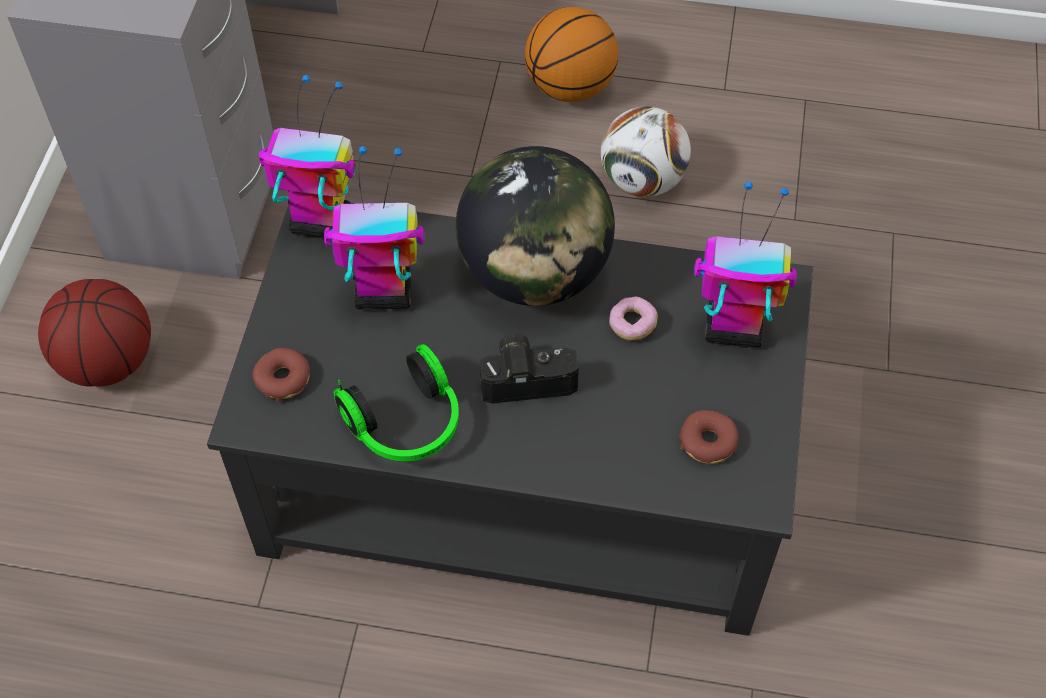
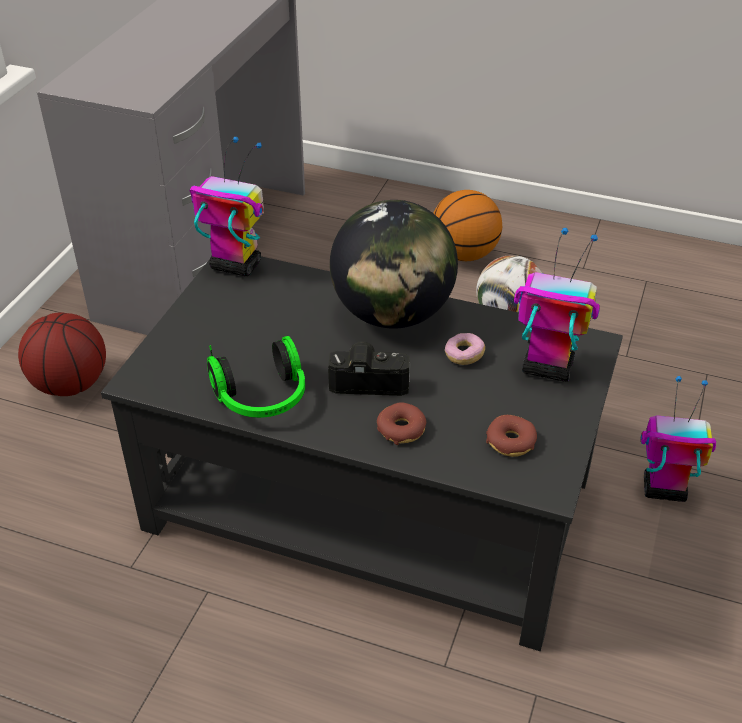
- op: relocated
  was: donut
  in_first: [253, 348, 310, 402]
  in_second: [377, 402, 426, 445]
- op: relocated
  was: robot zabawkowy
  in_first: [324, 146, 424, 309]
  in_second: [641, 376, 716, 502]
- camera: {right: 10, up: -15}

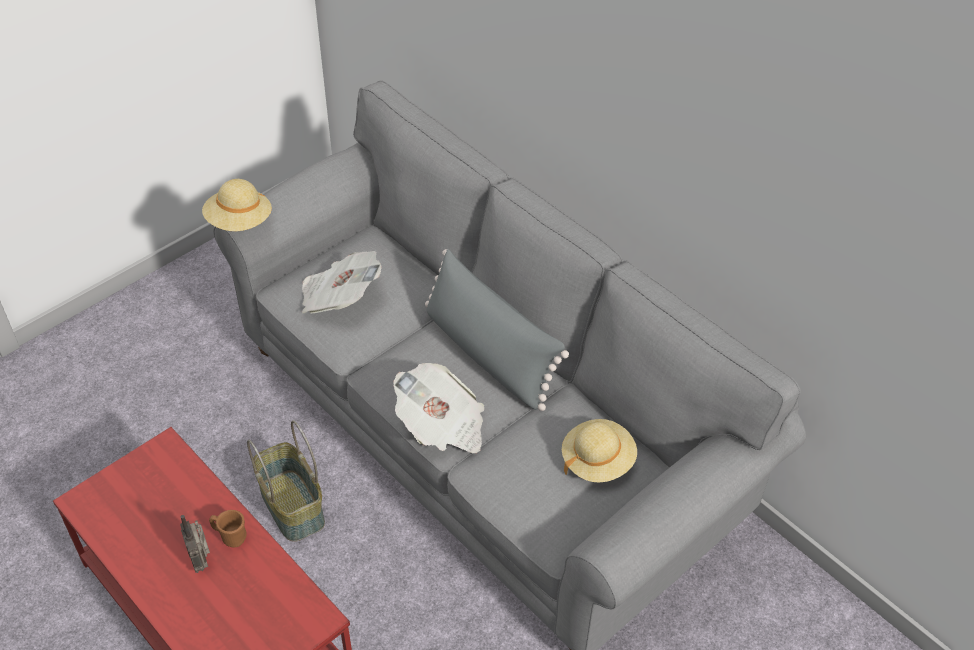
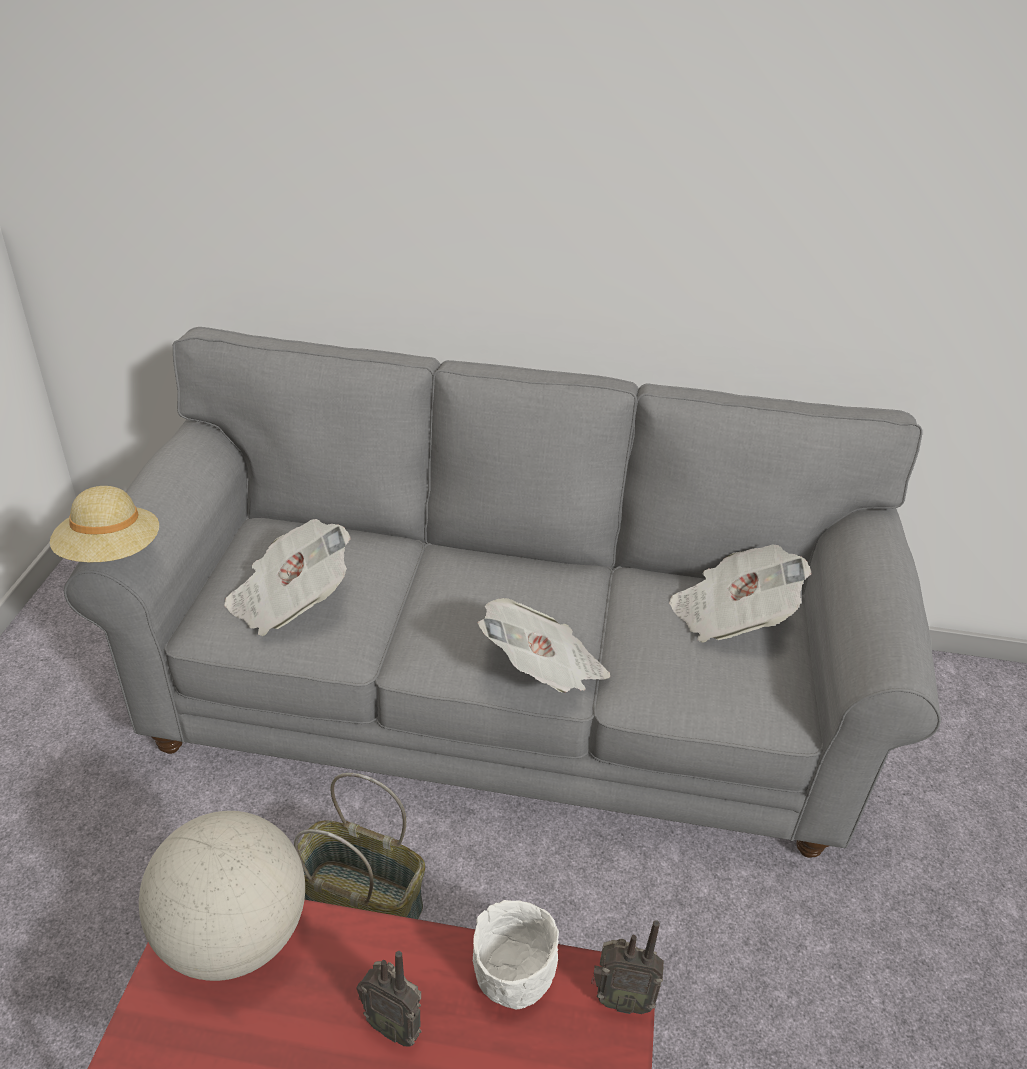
- op: appeared
  now: globus
  in_second: [139, 811, 305, 981]
- op: appeared
  now: miska [biały]
  in_second: [472, 900, 559, 1009]
- op: appeared
  now: radio
  in_second: [591, 920, 664, 1014]
- op: exchanged
  was: kapelusz [beżowy]
  now: gazeta
  in_first: [562, 419, 637, 482]
  in_second: [669, 545, 811, 643]
- op: missing
  was: kubek [brązowy]
  in_first: [209, 510, 247, 547]
- op: missing
  was: poduszka [szary]
  in_first: [425, 249, 569, 411]
- camera: {right: -40, up: -10}

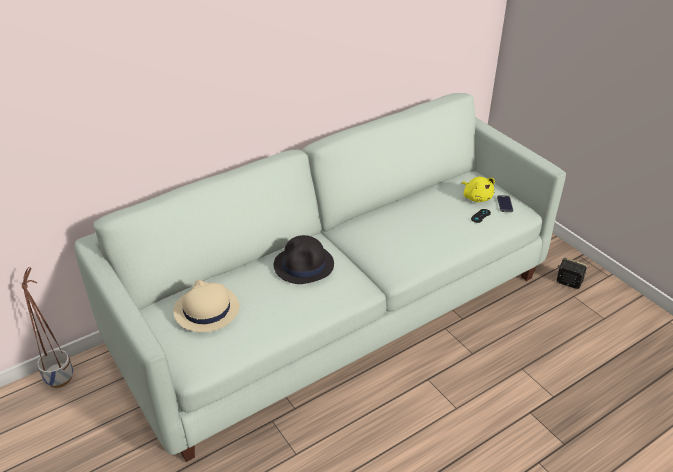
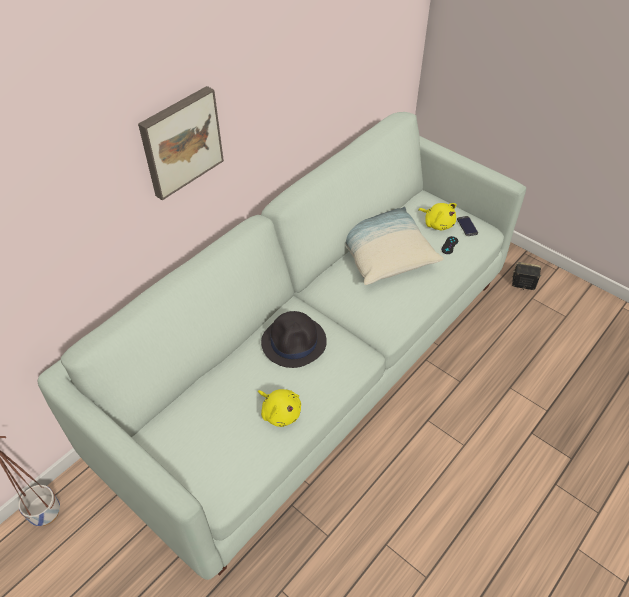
- op: appeared
  now: obraz
  in_second: [138, 86, 224, 200]
- op: appeared
  now: pluszak [żółty]
  in_second: [258, 389, 301, 427]
- op: appeared
  now: poduszka
  in_second: [346, 206, 444, 285]
- op: missing
  was: kapelusz [beżowy]
  in_first: [173, 280, 240, 332]
- camera: {right: -15, up: 10}

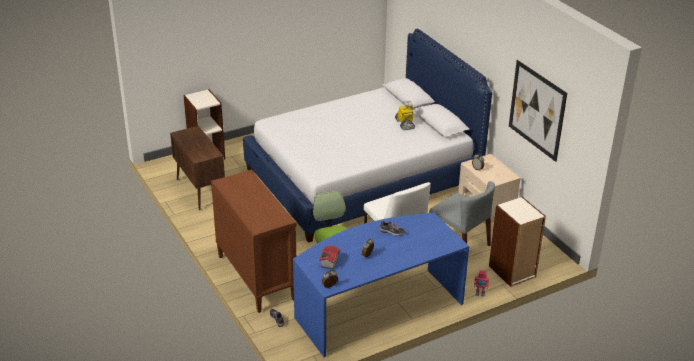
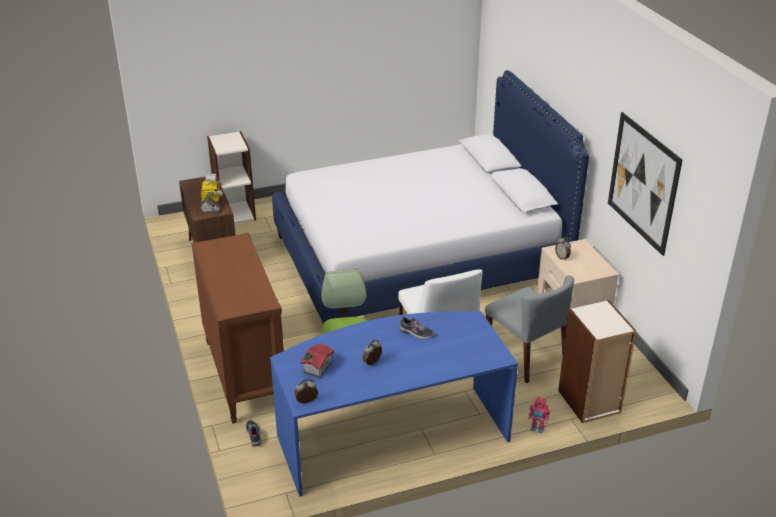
- op: relocated
  was: robot zabawkowy
  in_first: [395, 101, 418, 130]
  in_second: [200, 174, 223, 212]
- camera: {right: 10, up: 0}

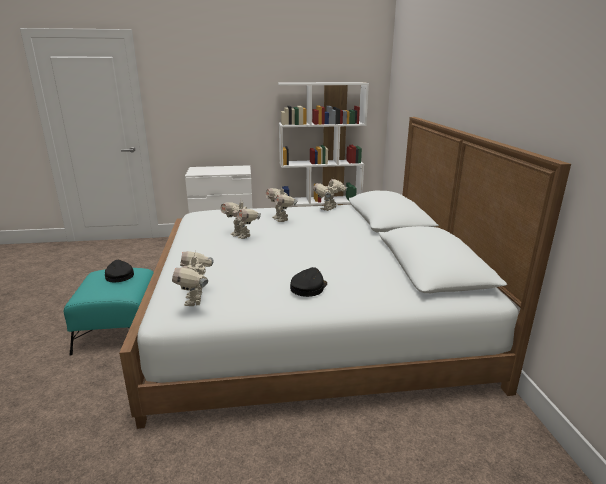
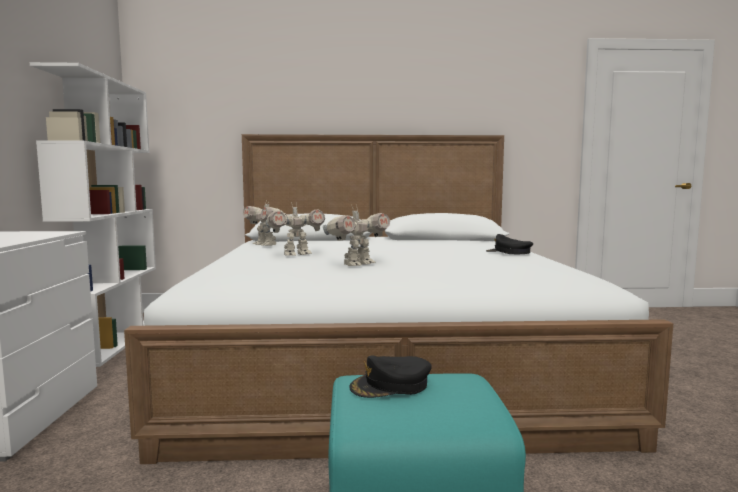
- op: missing
  was: robot zabawkowy
  in_first: [172, 251, 213, 306]
- camera: {right: -85, up: -15}

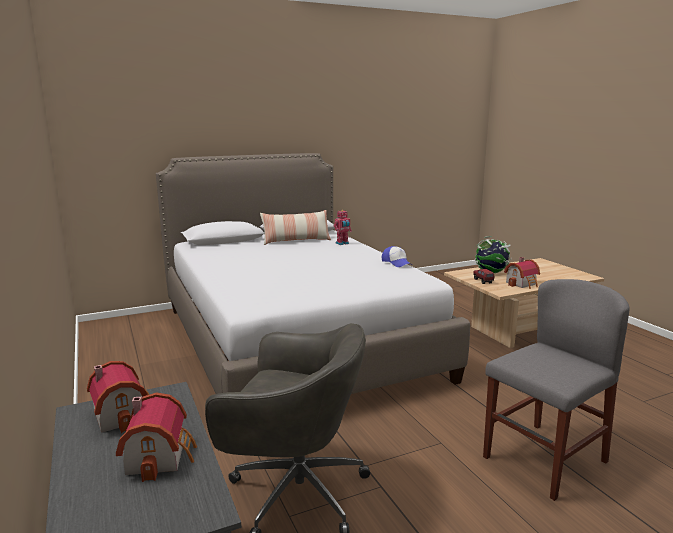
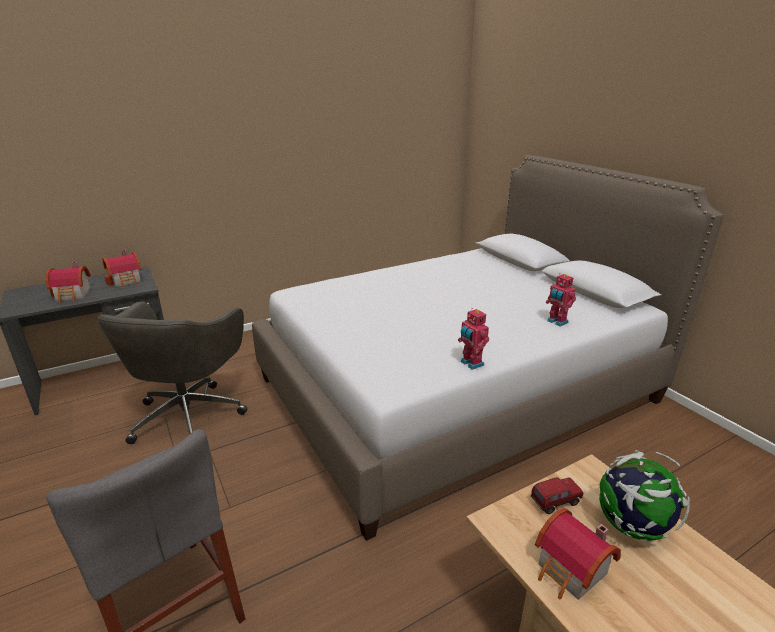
- op: exchanged
  was: czapka z daszkiem
  now: robot zabawkowy
  in_first: [382, 246, 412, 267]
  in_second: [458, 308, 489, 370]
- op: missing
  was: poduszka
  in_first: [260, 210, 331, 245]
- camera: {right: 85, up: 10}

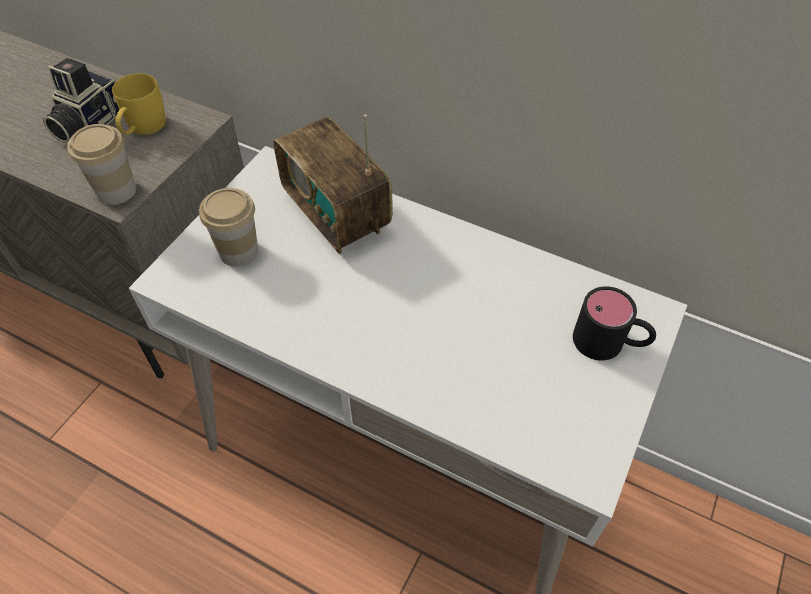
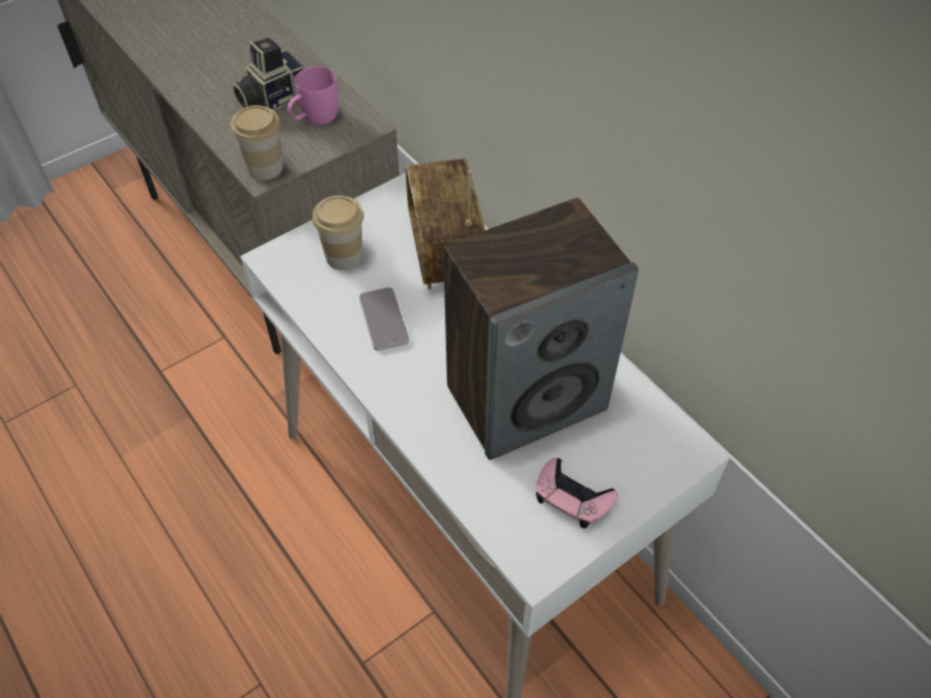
- op: colour
  was: kubek [żółty]
  now: kubek [różowy]
  in_first: [112, 73, 166, 135]
  in_second: [287, 66, 338, 125]
- op: appeared
  now: telefon
  in_second: [359, 287, 409, 351]
- op: appeared
  now: głośnik
  in_second: [443, 198, 639, 460]
- op: appeared
  now: pad do gier [różowy]
  in_second: [536, 458, 618, 528]
- op: missing
  was: kubek [czarny]
  in_first: [573, 286, 656, 361]
- camera: {right: 25, up: 0}

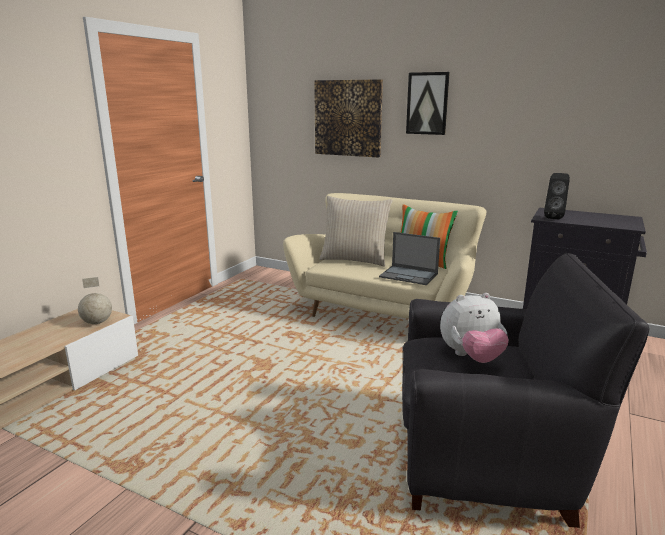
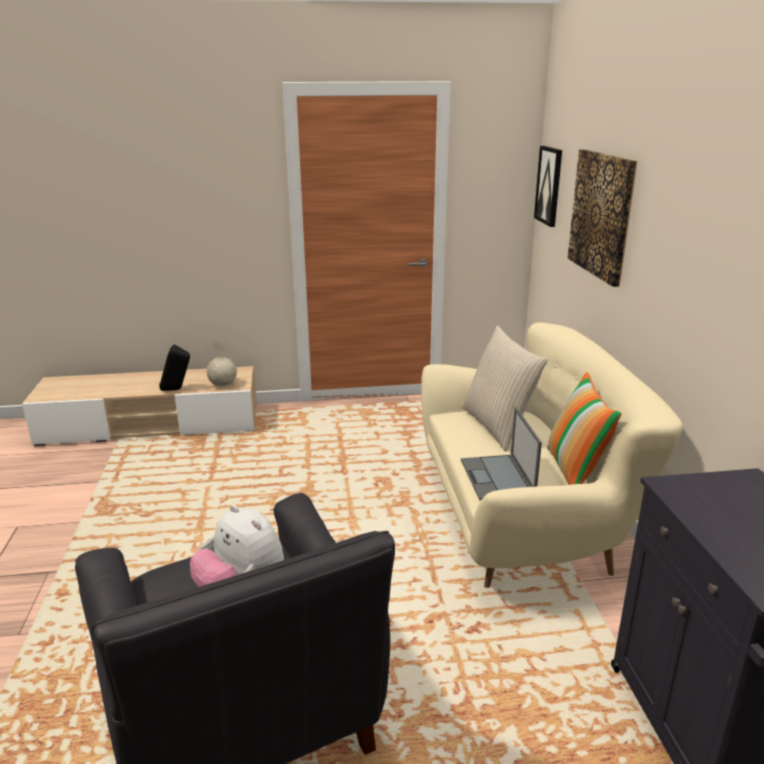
- op: relocated
  was: głośnik [czarny]
  in_first: [544, 173, 570, 219]
  in_second: [159, 344, 190, 391]
- op: relocated
  was: obraz
  in_first: [406, 72, 450, 135]
  in_second: [534, 146, 562, 227]
- camera: {right: 55, up: 5}

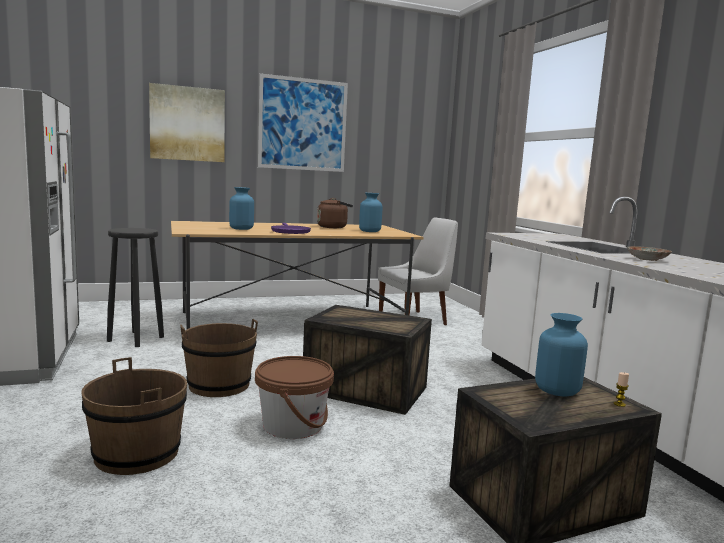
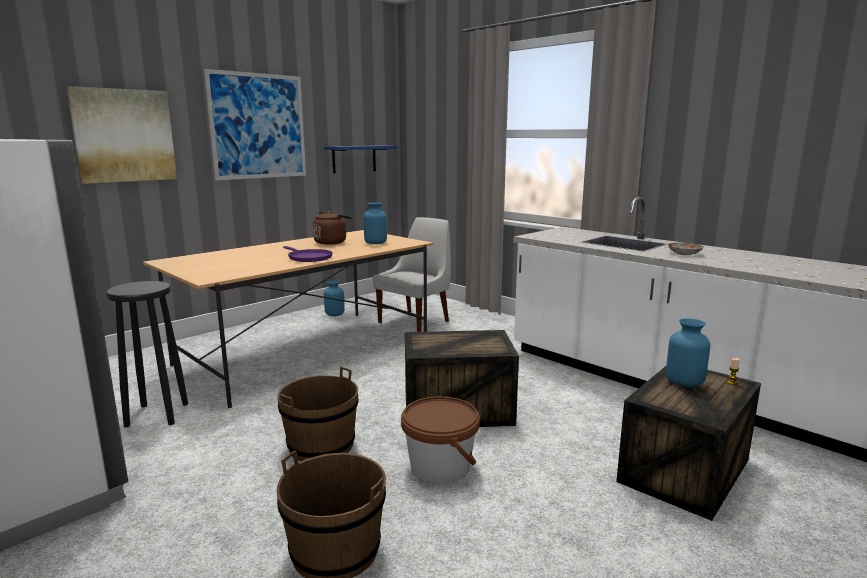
- op: appeared
  now: półka [niebieski]
  in_second: [324, 145, 397, 173]
- op: relocated
  was: wazon [niebieski]
  in_first: [229, 187, 254, 230]
  in_second: [324, 280, 345, 316]
- camera: {right: -25, up: 5}

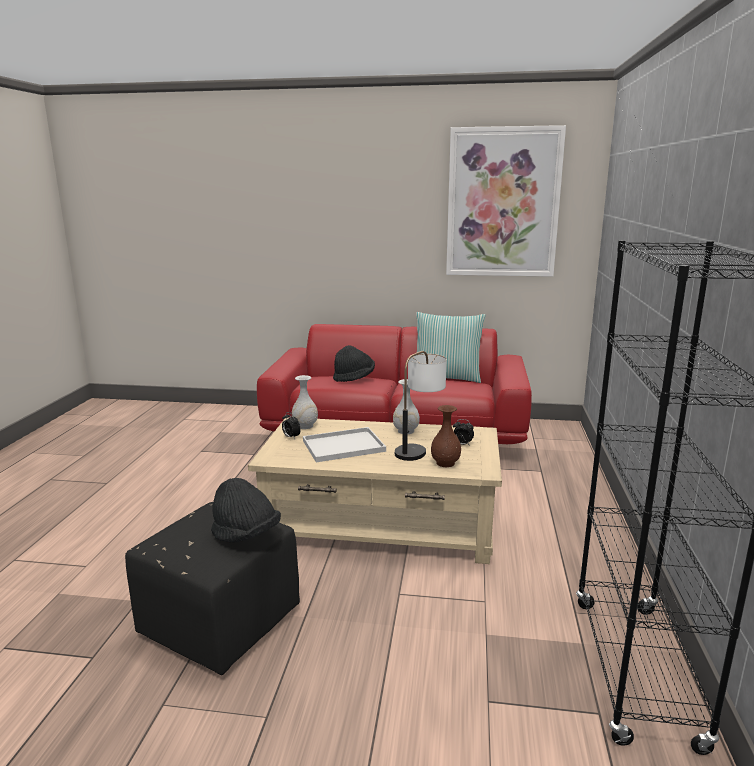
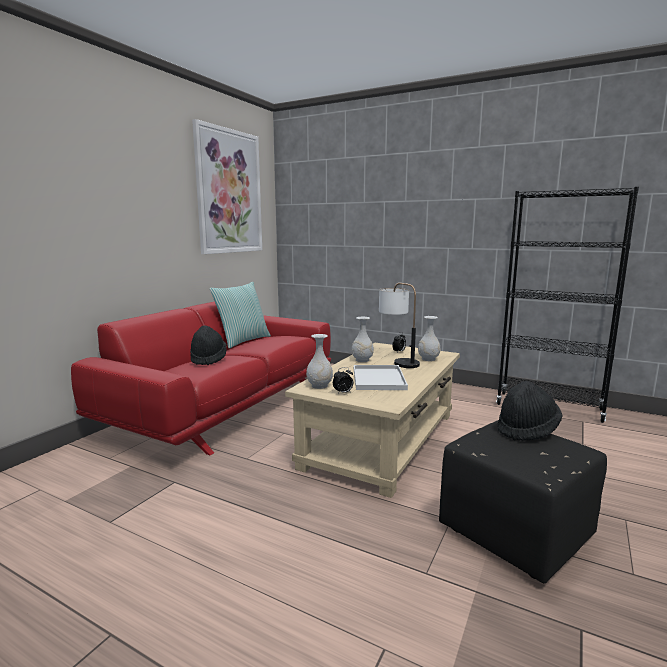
- op: colour
  was: wazon [brązowy]
  now: wazon [biały]
  in_first: [431, 405, 461, 467]
  in_second: [418, 316, 441, 361]
- camera: {right: -70, up: -5}

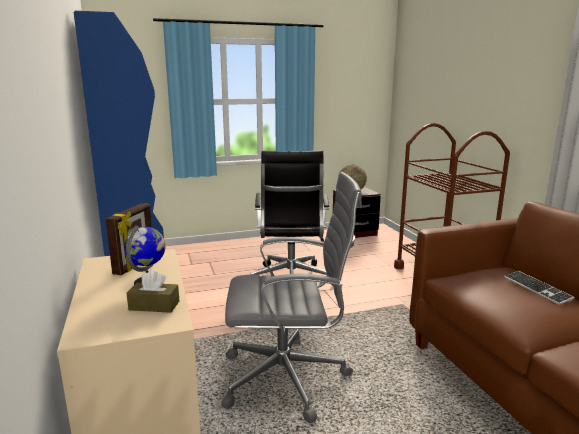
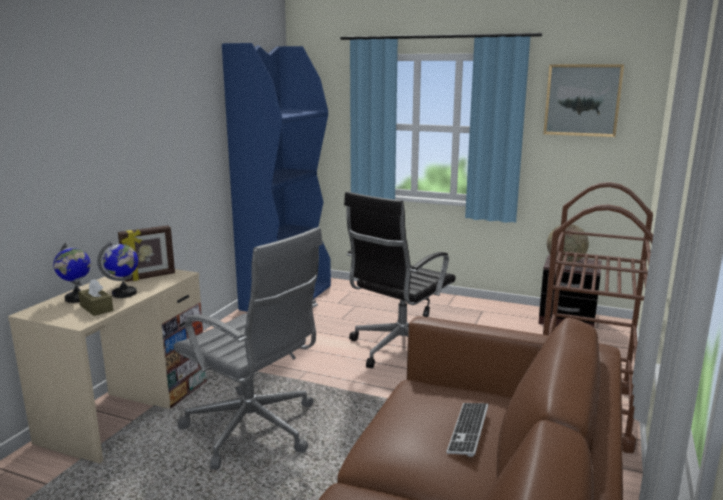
- op: appeared
  now: globus
  in_second: [53, 243, 91, 303]
- op: appeared
  now: obraz
  in_second: [543, 64, 624, 137]
- camera: {right: 40, up: 0}

